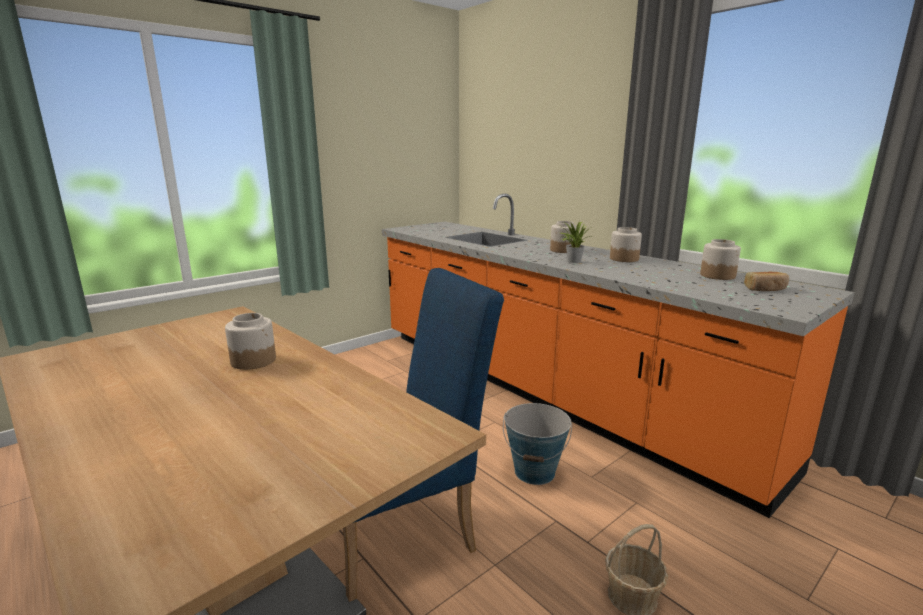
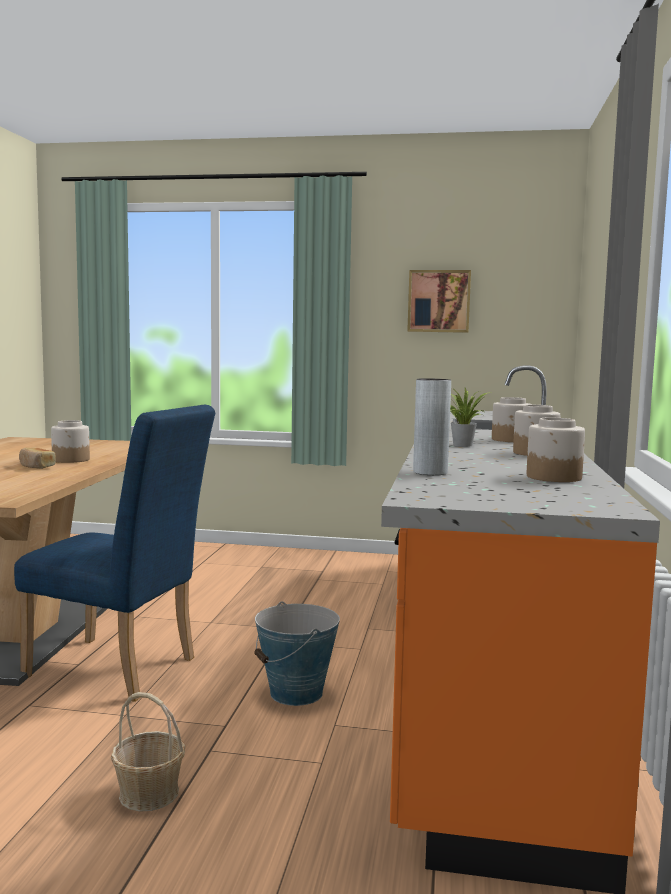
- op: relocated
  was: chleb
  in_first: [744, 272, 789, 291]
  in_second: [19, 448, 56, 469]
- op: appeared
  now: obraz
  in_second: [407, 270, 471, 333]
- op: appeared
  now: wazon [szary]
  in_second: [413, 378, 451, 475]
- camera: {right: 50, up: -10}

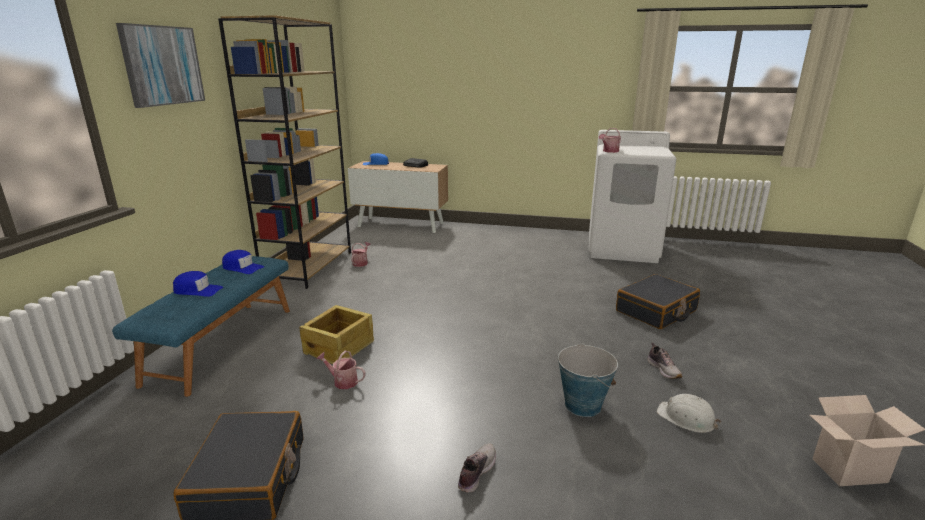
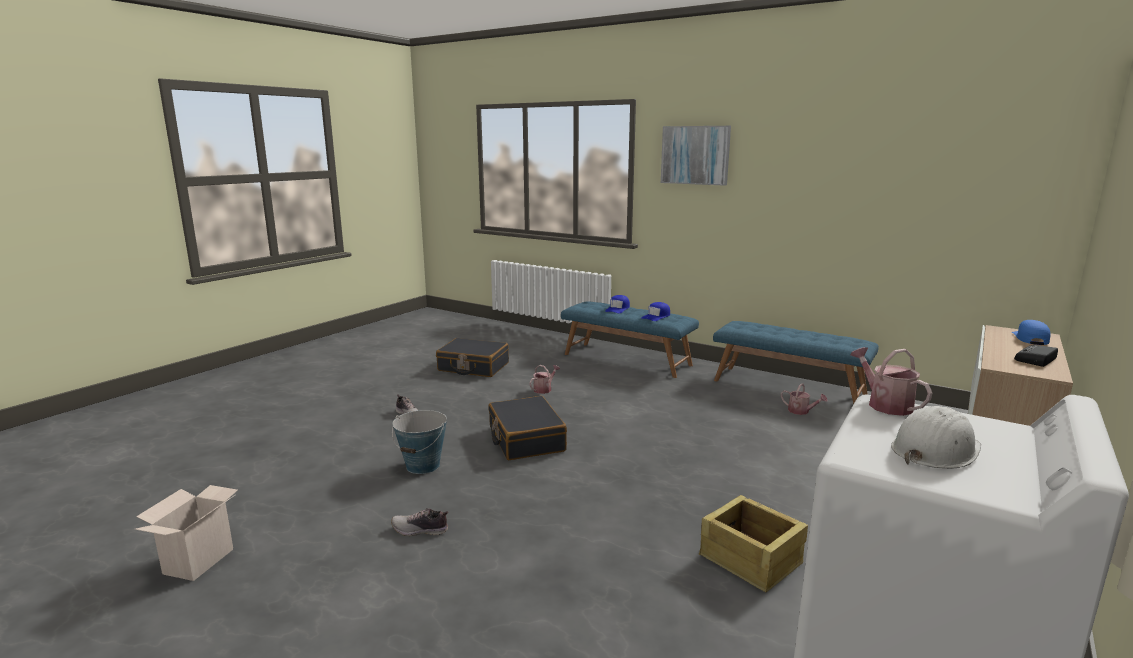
- op: relocated
  was: walizka [czarny]
  in_first: [616, 274, 700, 329]
  in_second: [488, 396, 567, 460]
- op: relocated
  was: skrzynka
  in_first: [299, 305, 374, 364]
  in_second: [699, 495, 808, 592]
- op: exchanged
  was: regał [brązowy]
  now: ławka [niebieski]
  in_first: [218, 15, 351, 289]
  in_second: [713, 321, 879, 404]
- op: relocated
  was: kask [biały]
  in_first: [657, 394, 721, 433]
  in_second: [891, 406, 981, 469]
- camera: {right: 110, up: -5}

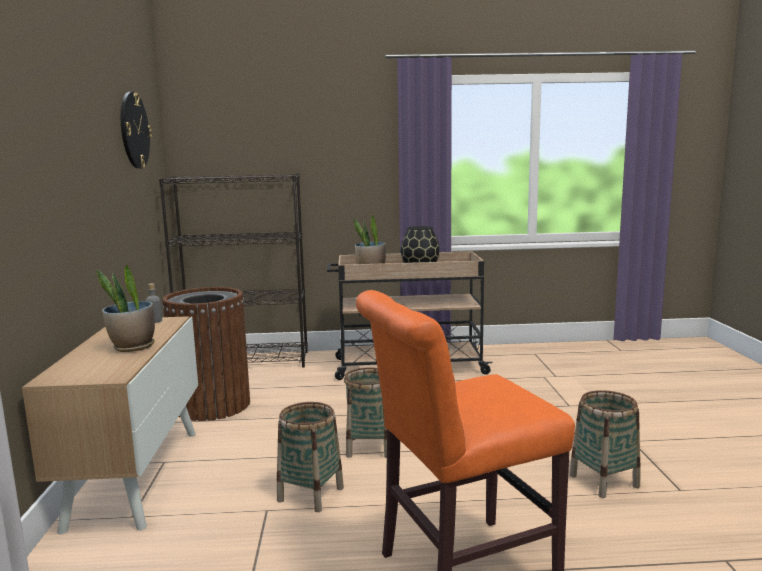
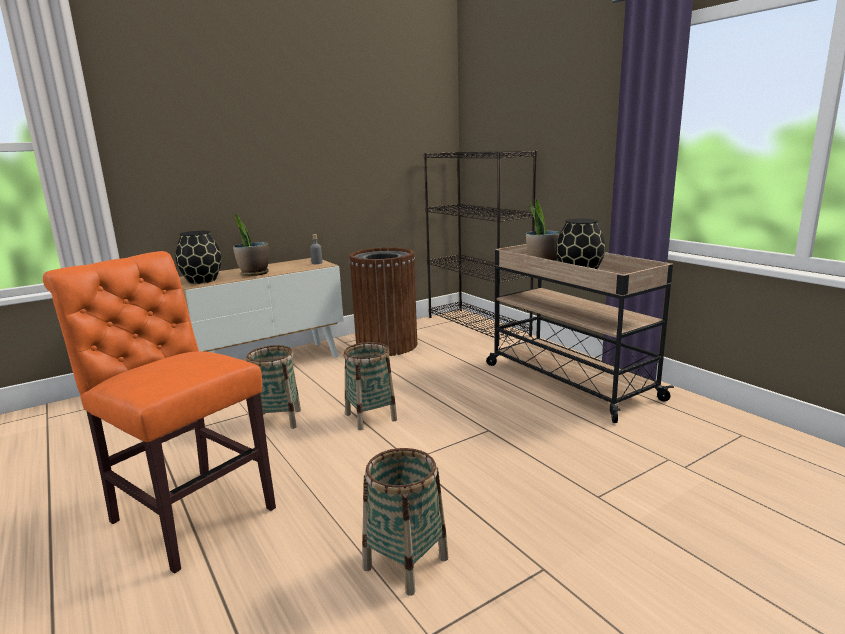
- op: appeared
  now: wazon [czarny]
  in_second: [175, 231, 222, 284]
- op: missing
  was: zegar ścienny
  in_first: [121, 92, 152, 169]
- camera: {right: 60, up: 5}

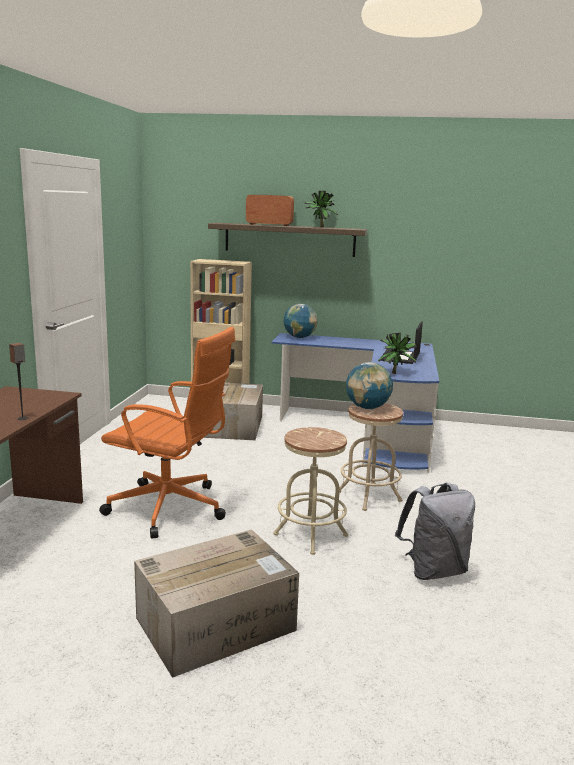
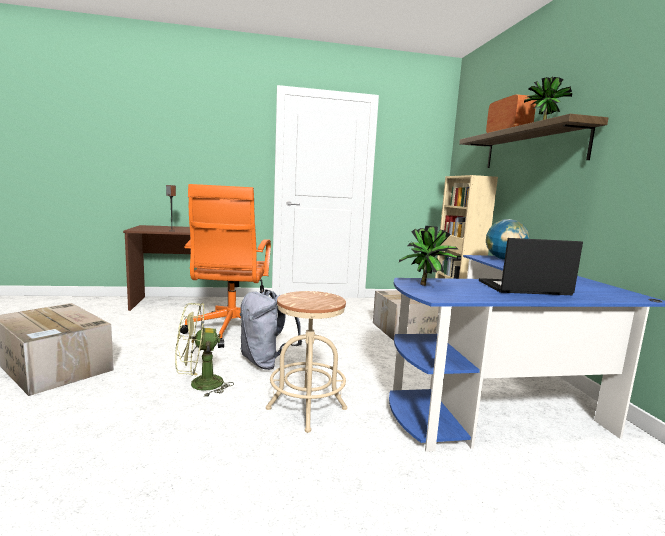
- op: exchanged
  was: stołek [beżowy]
  now: wentylator [zielony]
  in_first: [273, 427, 348, 555]
  in_second: [175, 303, 234, 397]
- op: relocated
  was: plecak [szary]
  in_first: [395, 483, 475, 580]
  in_second: [240, 290, 302, 370]
- op: missing
  was: globus
  in_first: [346, 362, 393, 409]
- camera: {right: 70, up: -5}

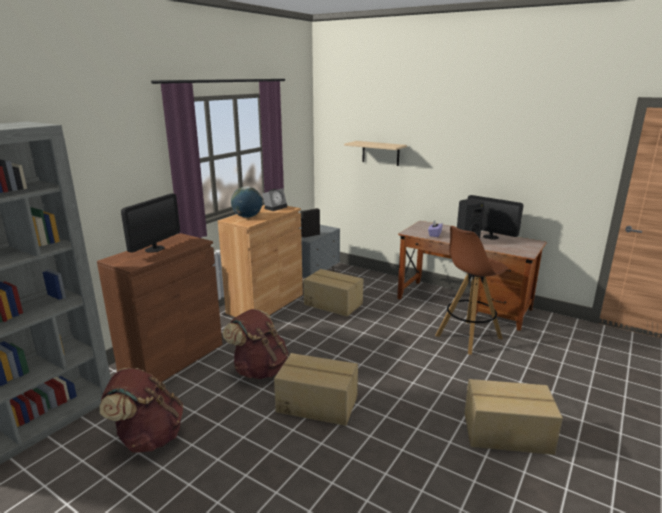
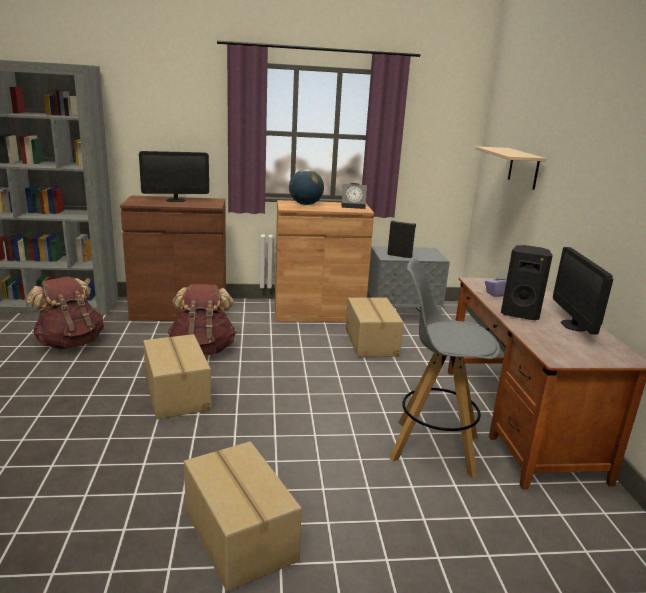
- op: colour
  was: stołek [brązowy]
  now: stołek [szary]
  in_first: [436, 226, 508, 355]
  in_second: [389, 259, 500, 478]
- camera: {right: 50, up: 0}

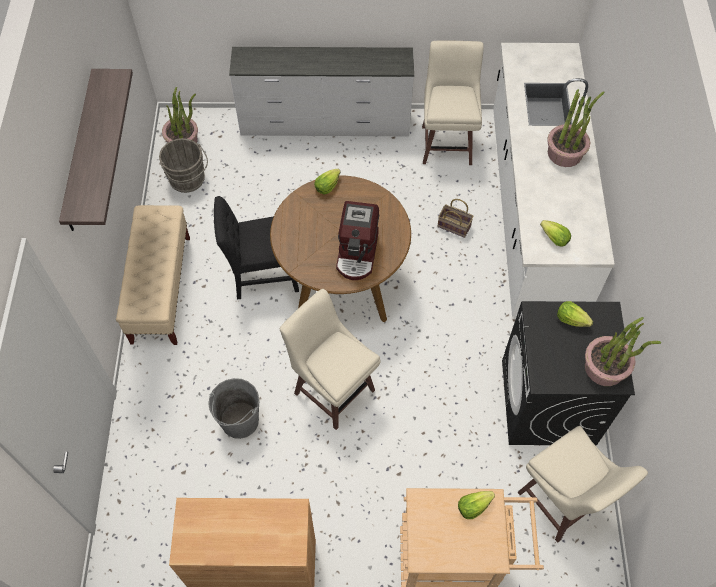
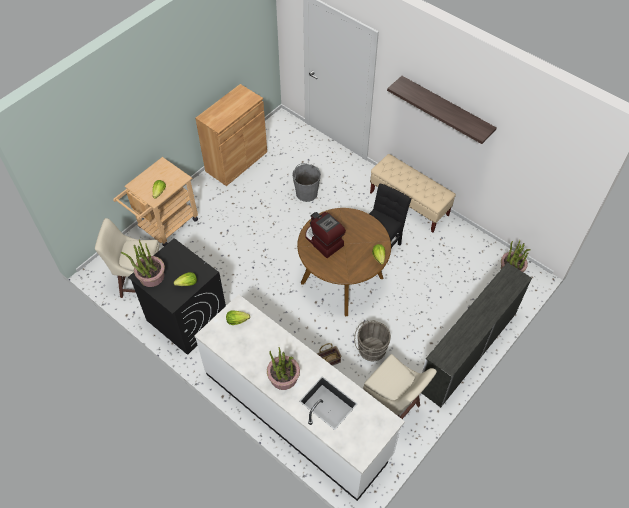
- op: relocated
  was: wiadro [szary]
  in_first: [159, 138, 208, 193]
  in_second: [354, 320, 391, 361]
- op: missing
  was: stołek [beżowy]
  in_first: [280, 289, 380, 430]
- camera: {right: 130, up: -5}

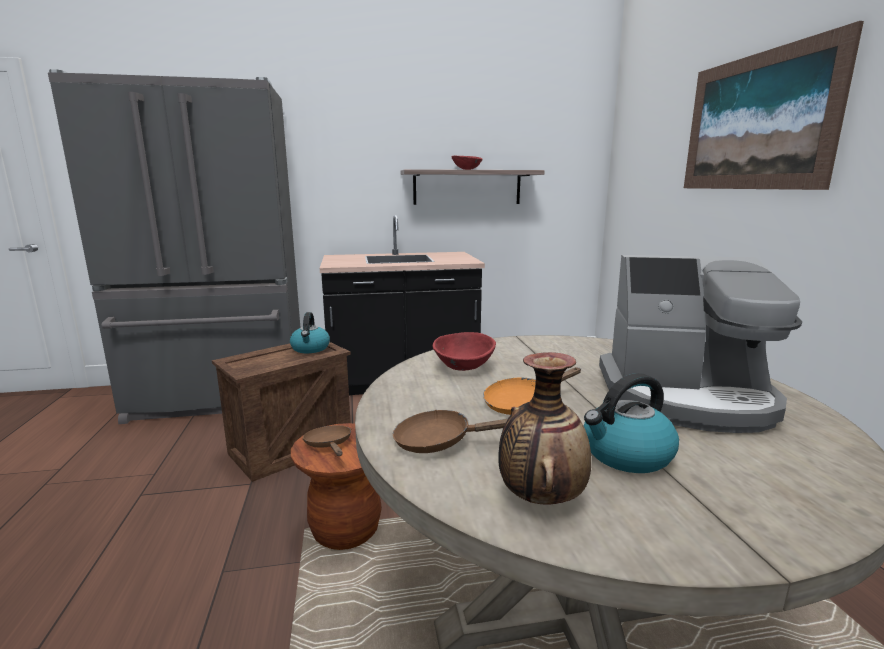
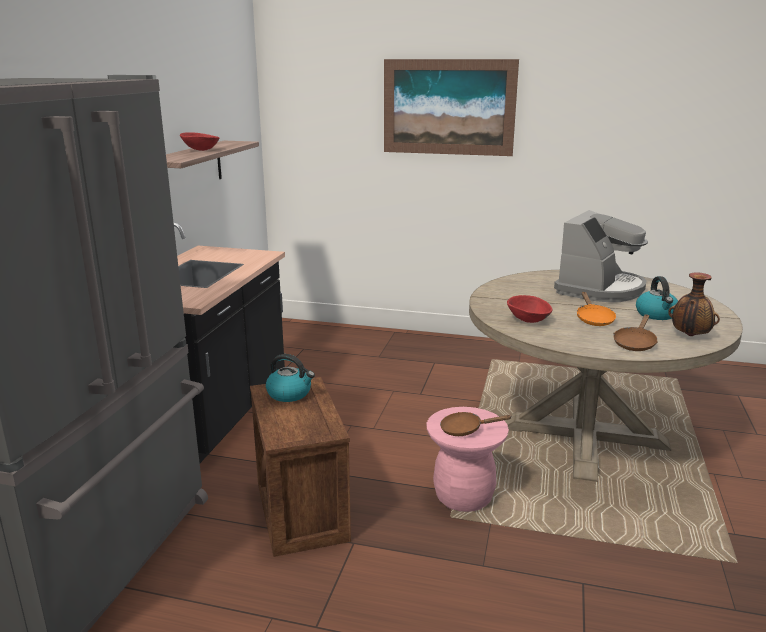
- op: colour
  was: stołek [brązowy]
  now: stołek [różowy]
  in_first: [291, 423, 382, 550]
  in_second: [426, 407, 509, 512]
- camera: {right: -65, up: 5}

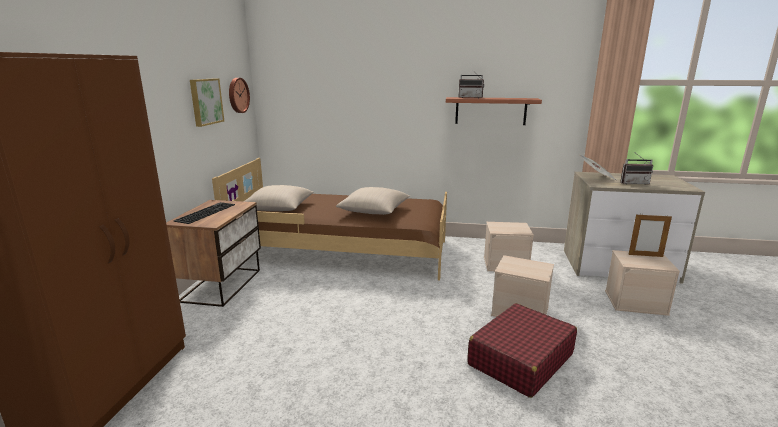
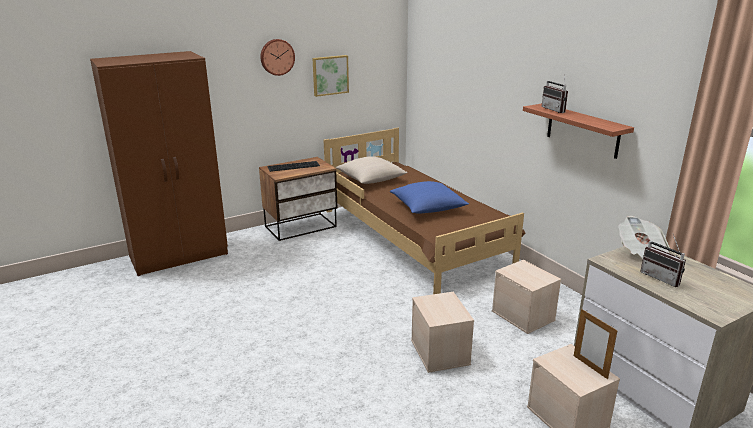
- op: relocated
  was: zegar ścienny
  in_first: [229, 78, 250, 113]
  in_second: [260, 39, 295, 76]
- op: colour
  was: poduszka [beżowy]
  now: poduszka [niebieski]
  in_first: [336, 187, 410, 215]
  in_second: [390, 181, 469, 213]
- op: missing
  was: walizka [czerwony]
  in_first: [468, 303, 577, 398]
- camera: {right: 50, up: 5}

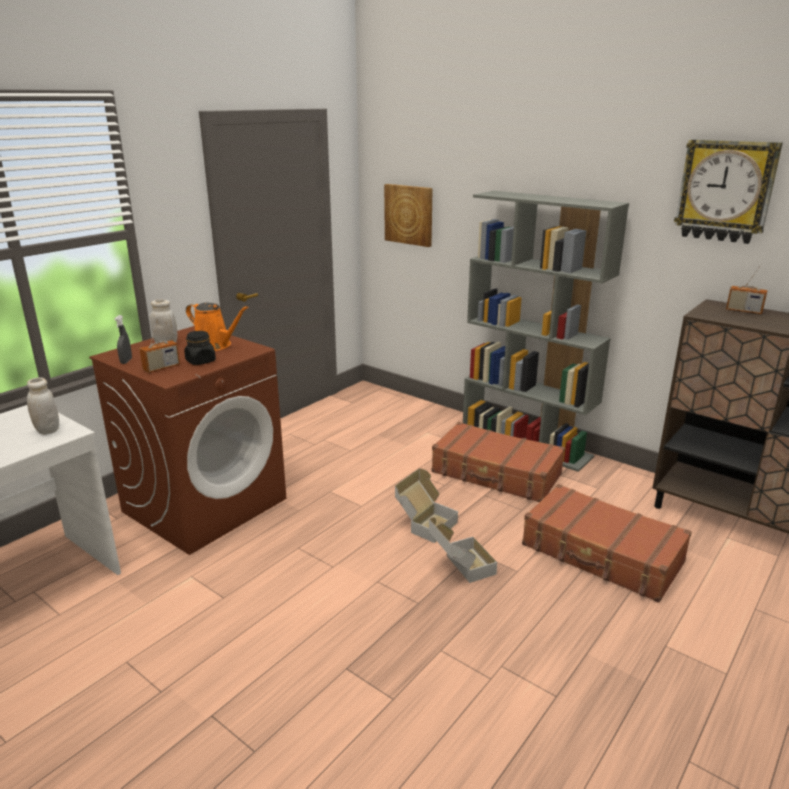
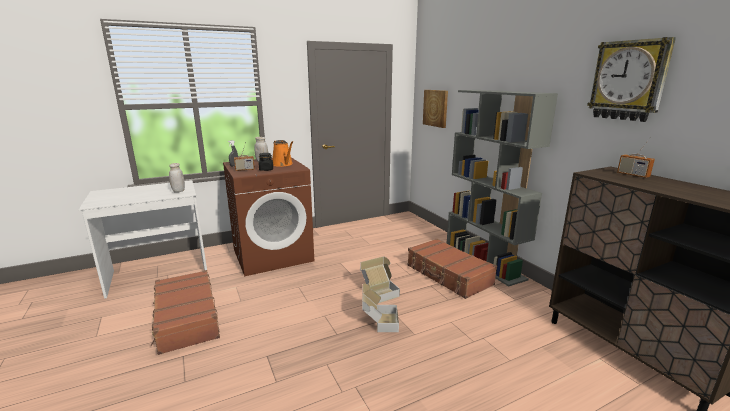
- op: relocated
  was: walizka [brązowy]
  in_first: [522, 484, 692, 603]
  in_second: [151, 270, 220, 355]
- camera: {right: 25, up: -5}

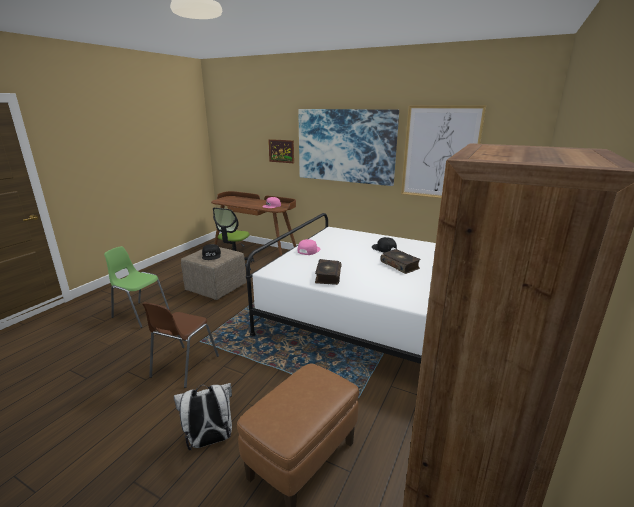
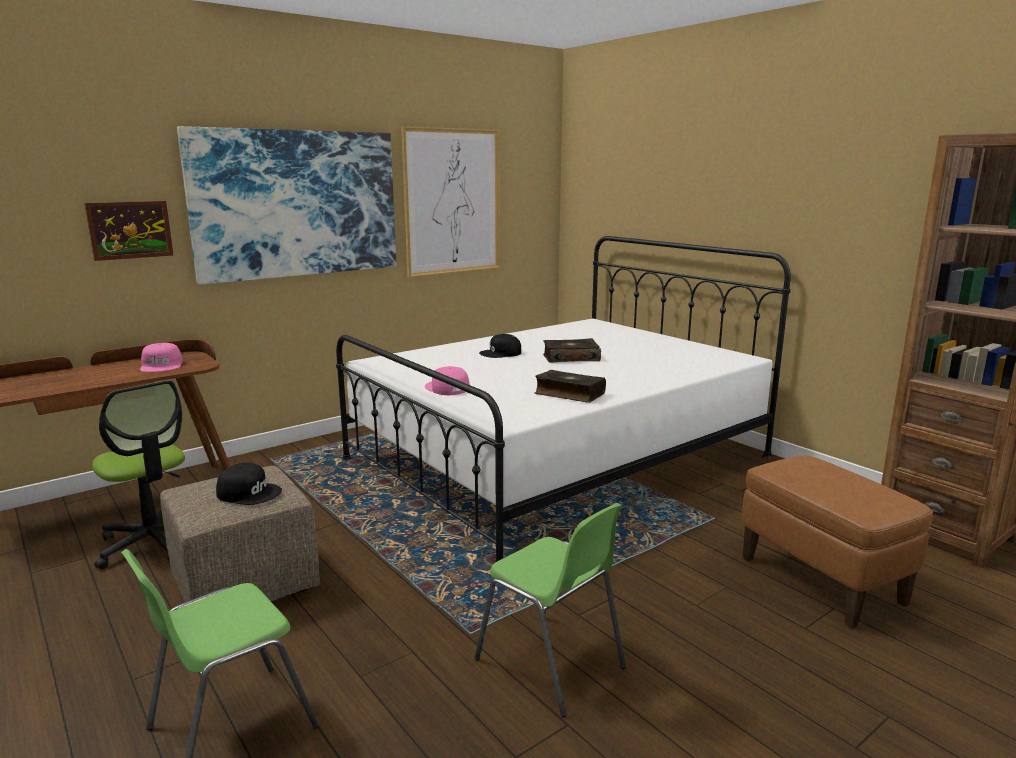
- op: colour
  was: krzesło [brązowy]
  now: krzesło [zielony]
  in_first: [142, 302, 219, 388]
  in_second: [475, 503, 626, 717]
- op: missing
  was: plecak [biały]
  in_first: [174, 383, 232, 450]
- camera: {right: -65, up: -5}

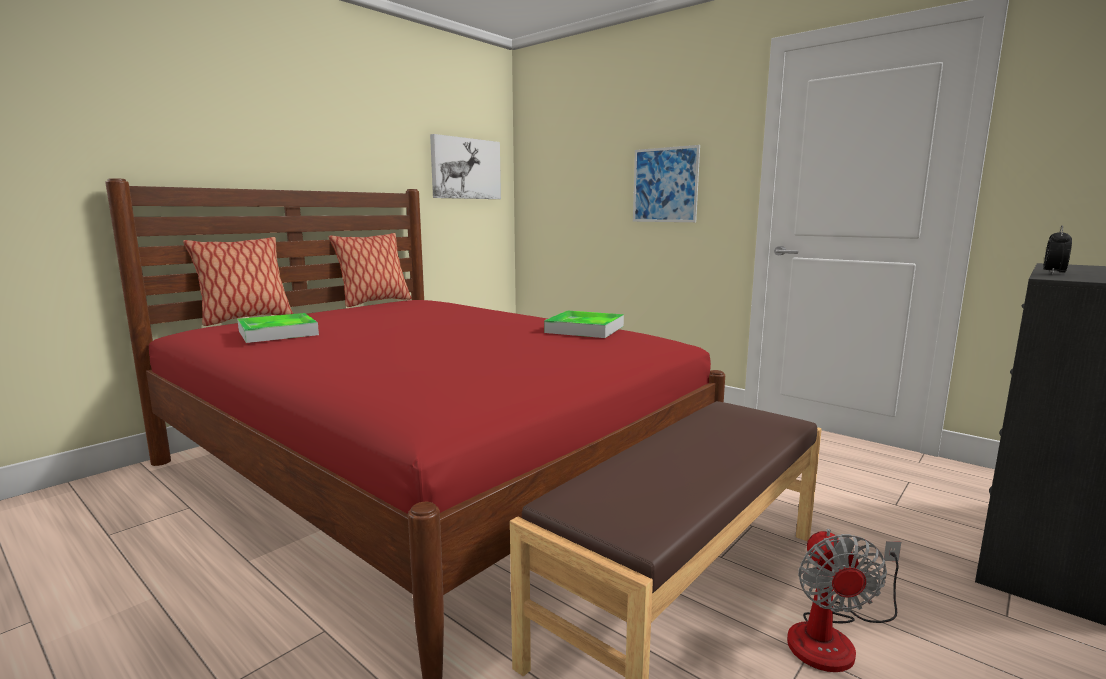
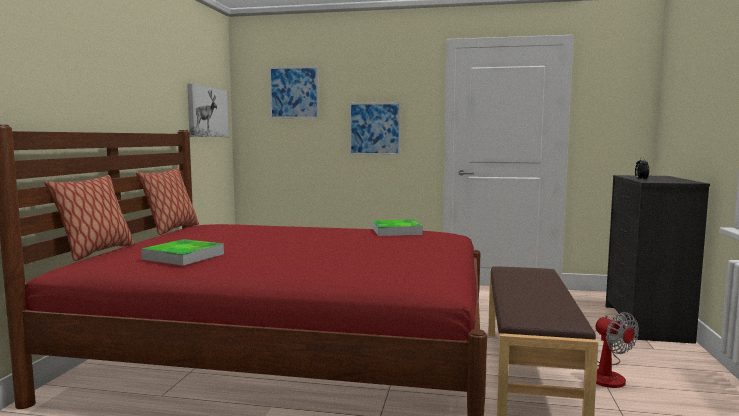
- op: appeared
  now: obraz
  in_second: [269, 66, 319, 119]
- camera: {right: -30, up: -5}

